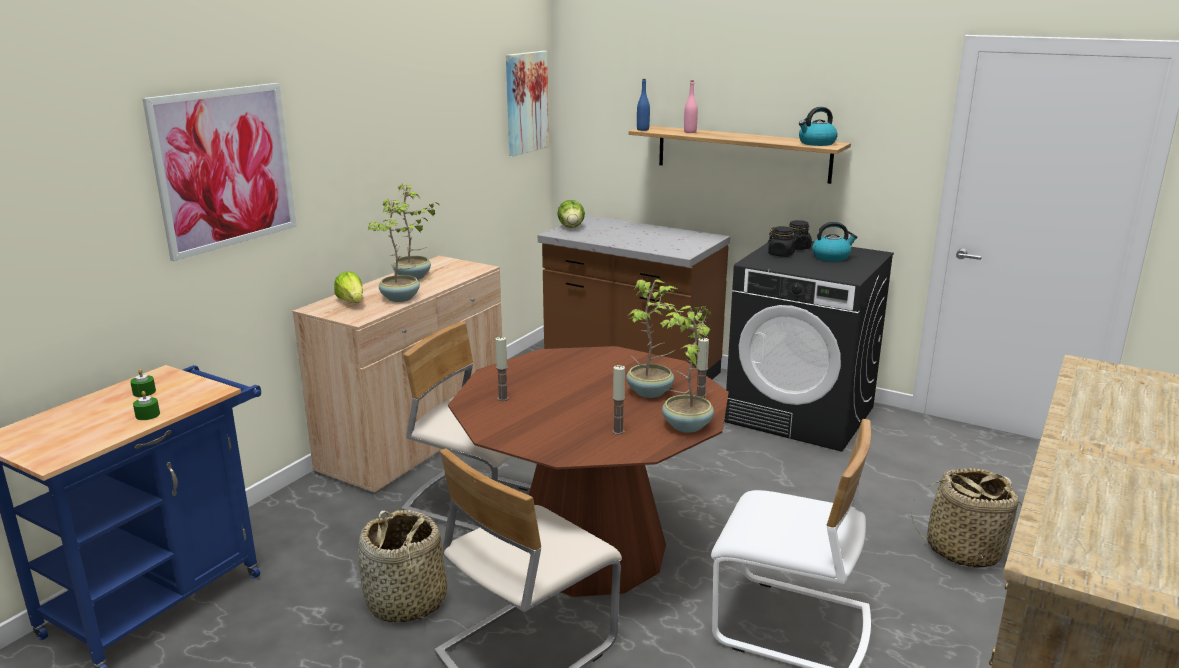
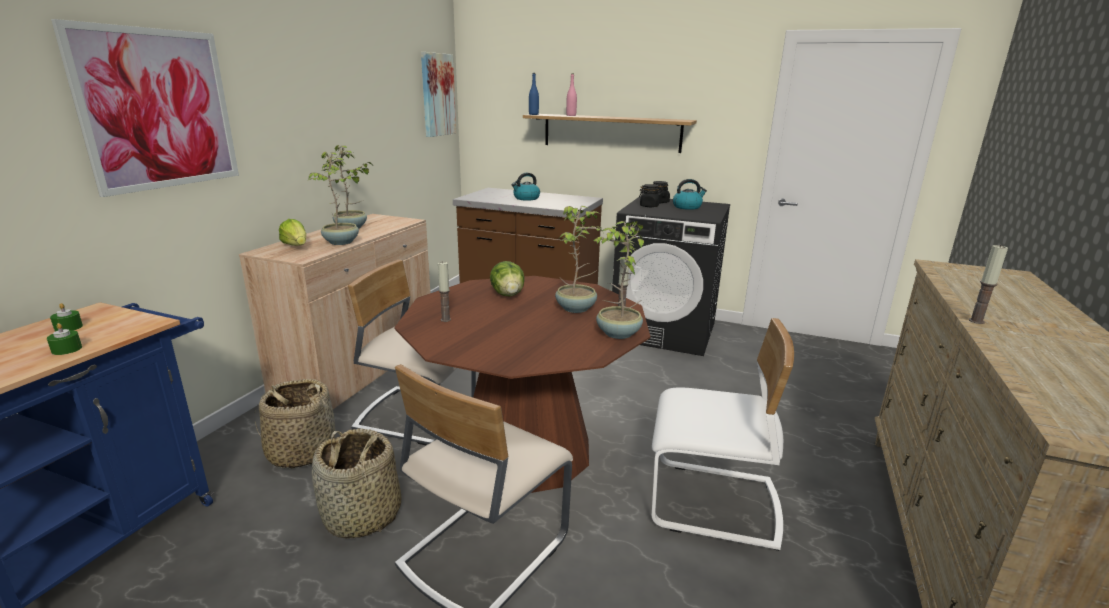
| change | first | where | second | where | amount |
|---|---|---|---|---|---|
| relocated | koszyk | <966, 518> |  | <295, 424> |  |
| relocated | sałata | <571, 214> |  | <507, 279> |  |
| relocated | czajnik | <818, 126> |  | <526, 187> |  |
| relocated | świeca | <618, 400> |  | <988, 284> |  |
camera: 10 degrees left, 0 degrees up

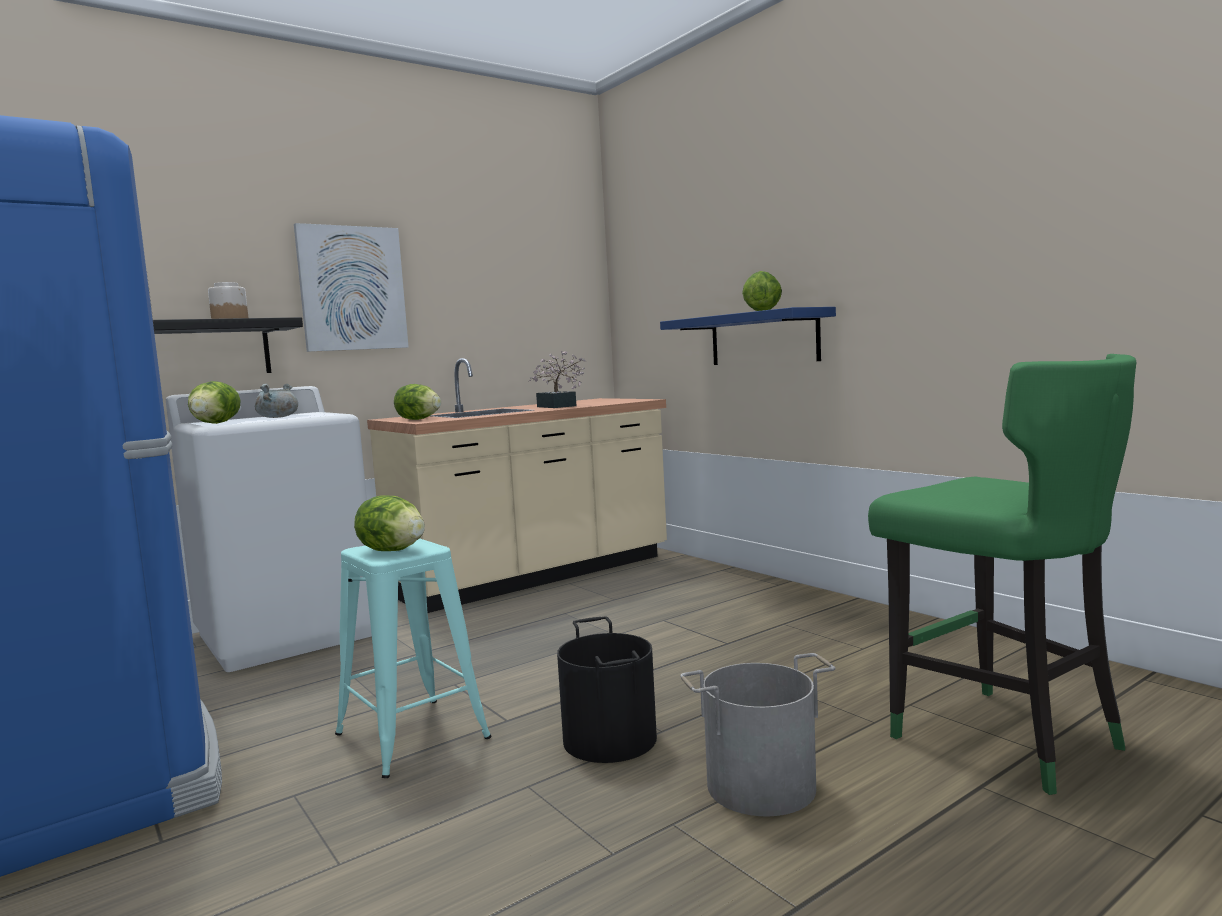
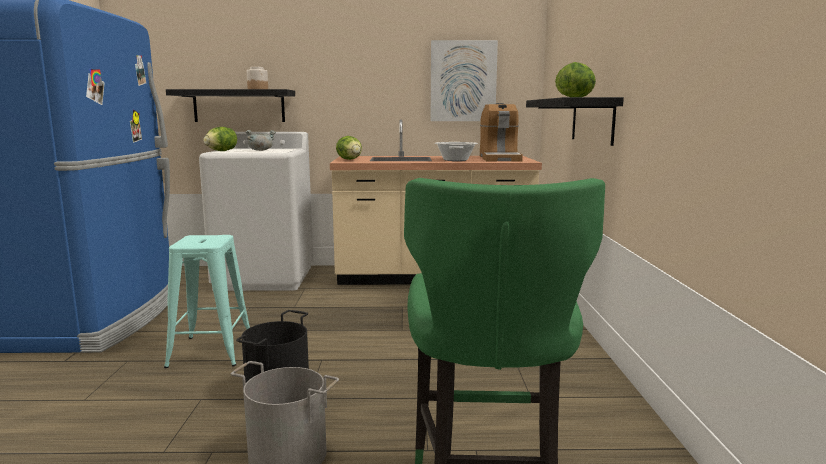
| change | first | where | second | where | amount |
|---|---|---|---|---|---|
| relocated | obraz | <351, 287> |  | <464, 80> |  |
| exchanged | roślina doniczkowa | <557, 379> | garnek | <456, 151> |  |
| appeared |  |  | ekspres do kawy | <501, 132> |  |
| colour | półka [niebieski] | <748, 336> | półka [czarny] | <575, 121> |  |
| missing | sałata | <389, 523> |  |  |  |
camera: 35 degrees right, 5 degrees up

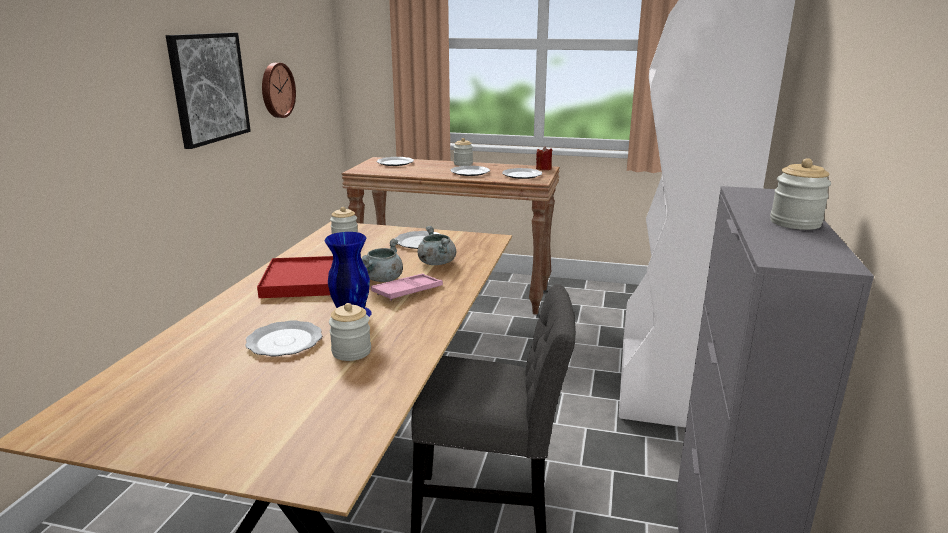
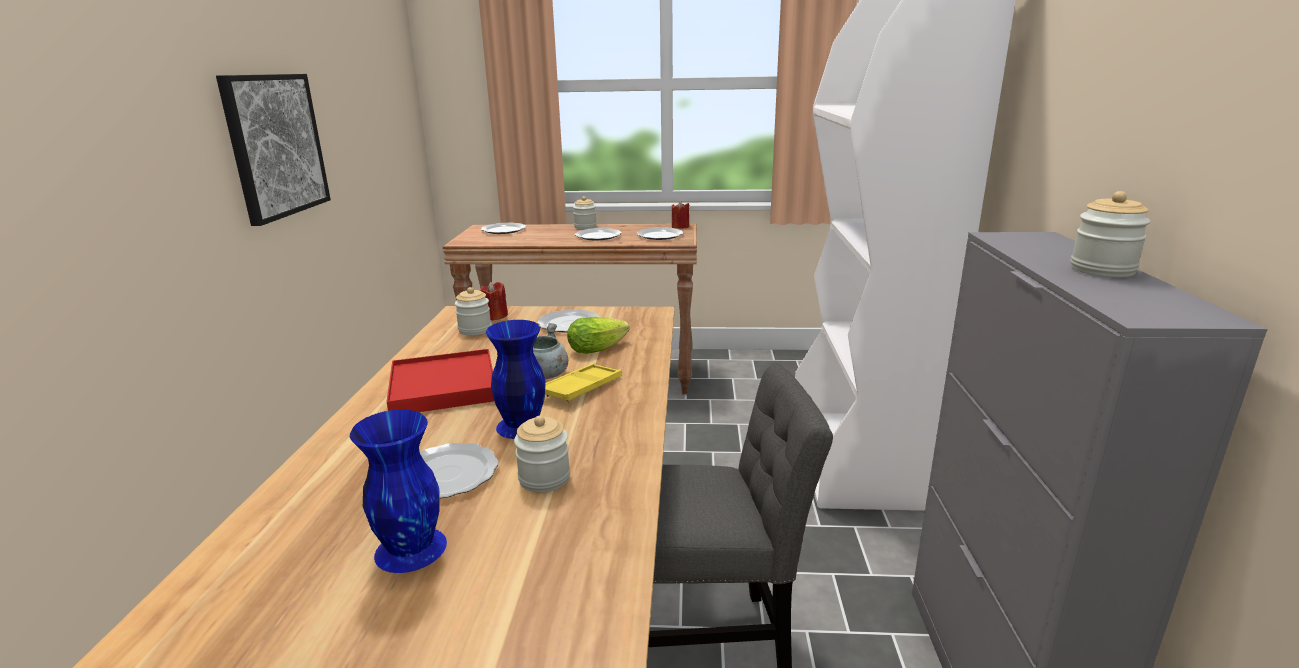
| change | first | where | second | where | amount |
|---|---|---|---|---|---|
| appeared |  |  | wazon [niebieski] | <398, 491> |  |
| appeared |  |  | świeca [czerwony] | <494, 301> |  |
| colour | taca [różowy] | <407, 287> | taca [żółty] | <583, 383> |  |
| exchanged | garnek [szary] | <437, 245> | sałata | <598, 335> |  |
| missing | zegar ścienny | <279, 90> |  |  |  |
camera: 10 degrees left, 0 degrees up

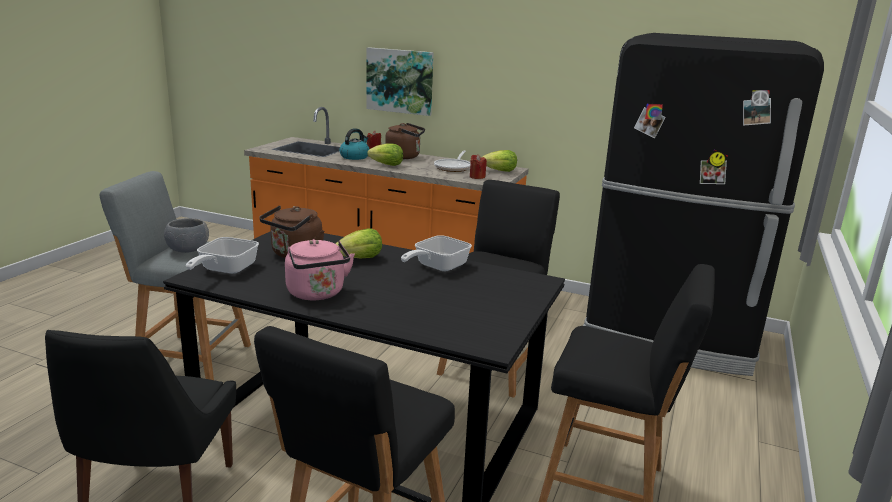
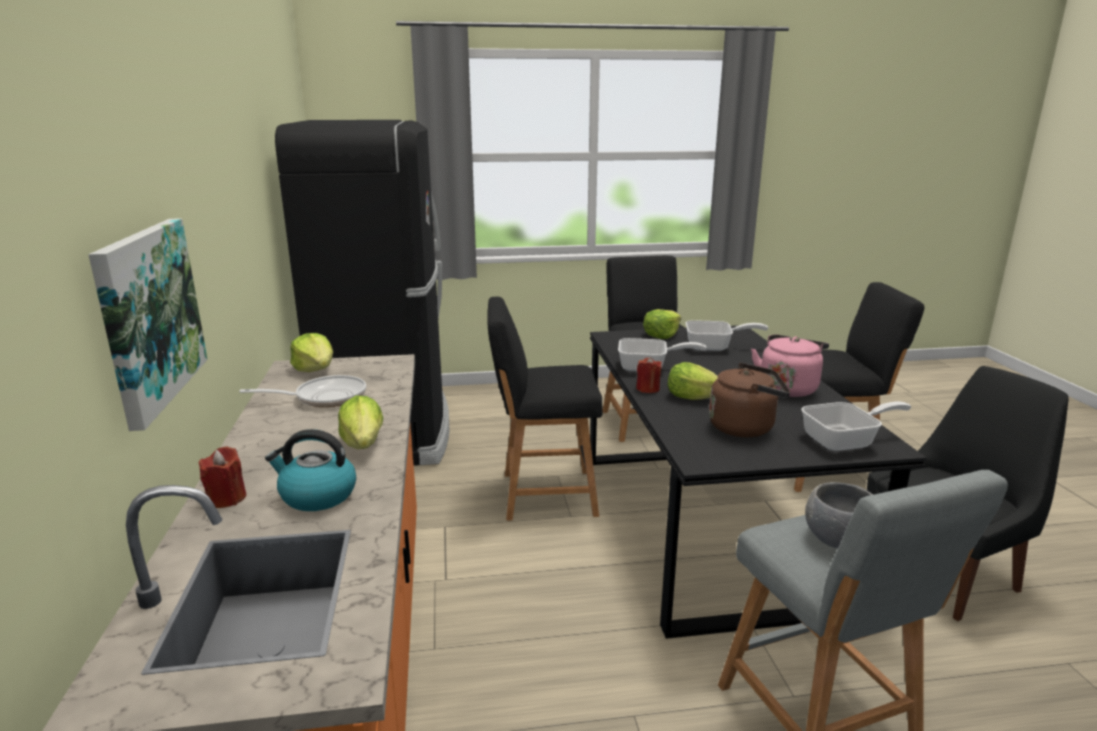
| change | first | where | second | where | amount |
|---|---|---|---|---|---|
| relocated | świeca [czerwony] | <478, 167> |  | <649, 375> |  |
| appeared |  |  | sałata | <662, 324> |  |
| appeared |  |  | patelnia | <727, 335> |  |
| missing | czajnik [brązowy] | <405, 141> |  |  |  |
camera: 120 degrees left, 0 degrees up

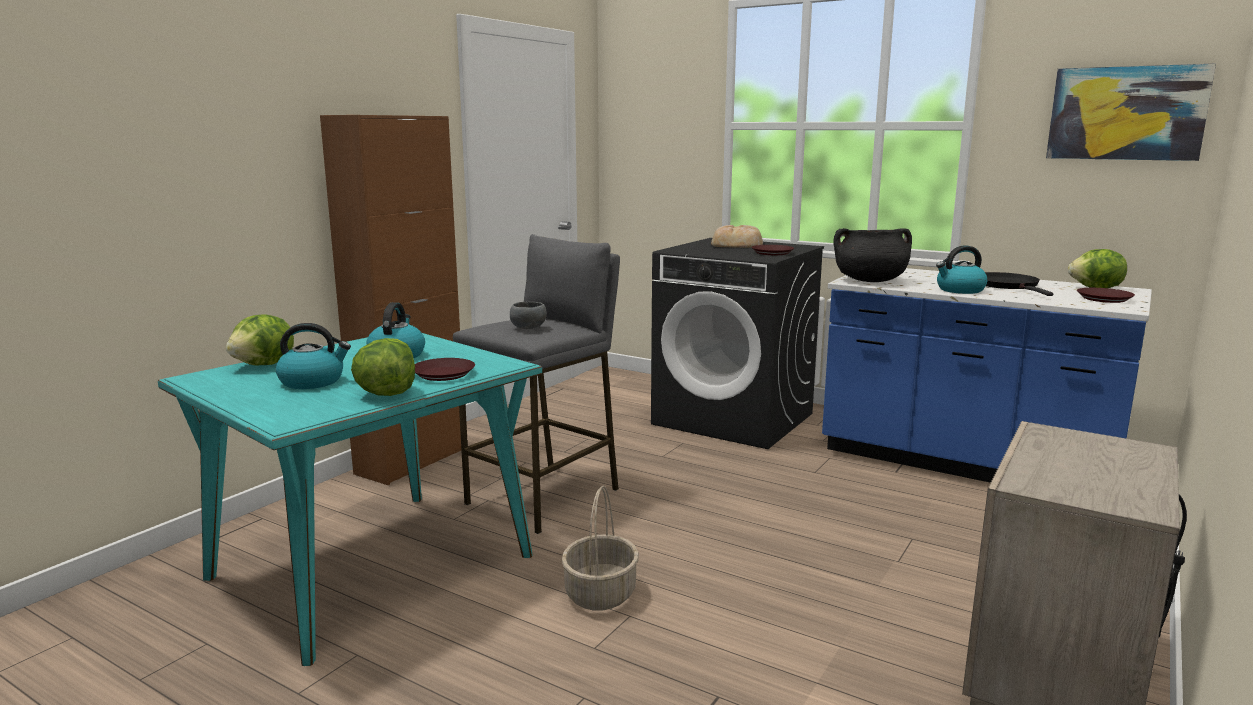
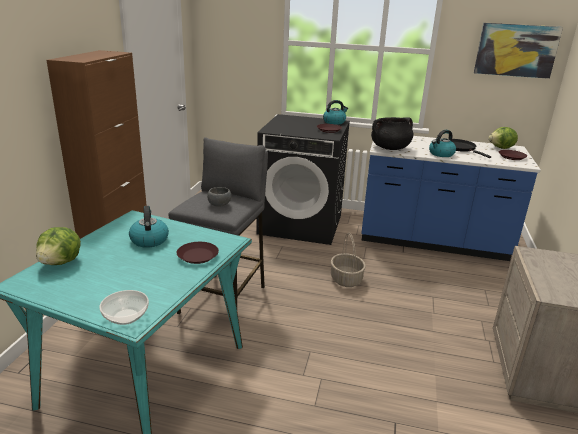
| change | first | where | second | where | amount |
|---|---|---|---|---|---|
| appeared |  |  | miska | <124, 307> |  |
| relocated | czajnik | <313, 356> |  | <335, 112> |  |
| relocated | koszyk | <600, 548> |  | <348, 260> |  |
| missing | sałata | <383, 367> |  |  |  |
| missing | chleb | <737, 236> |  |  |  |
camera: 20 degrees left, 10 degrees up

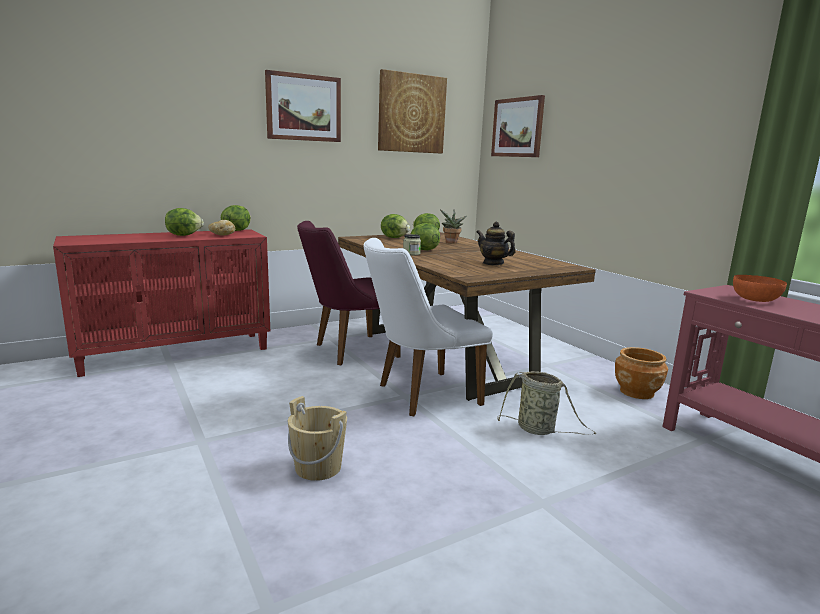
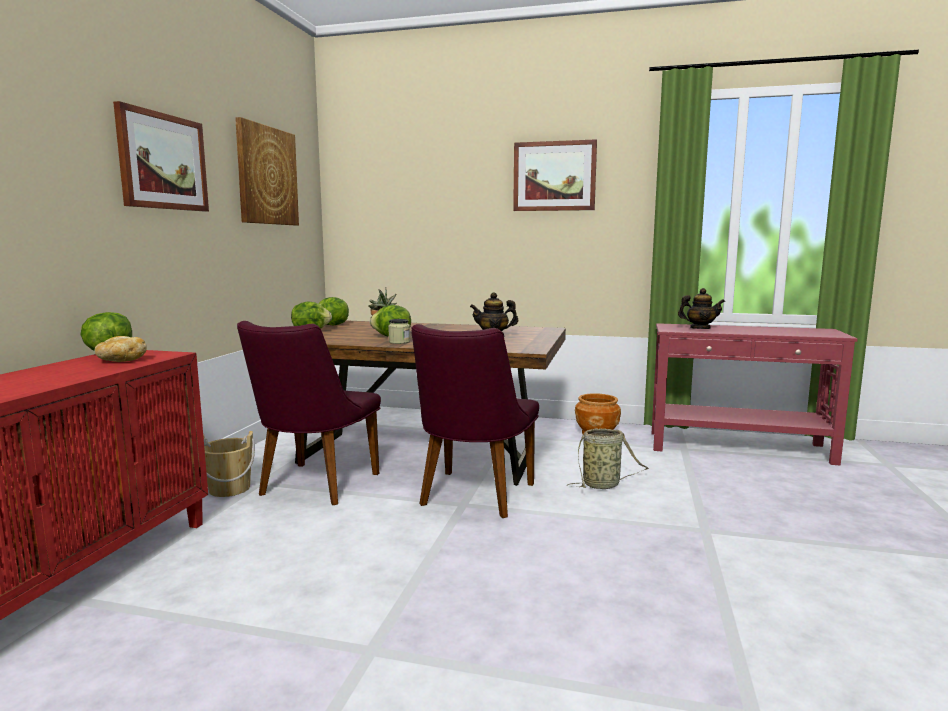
| change | first | where | second | where | amount |
|---|---|---|---|---|---|
| relocated | wiadro [beżowy] | <317, 438> |  | <229, 464> |  |
| colour | krzesło [biały] | <428, 327> | krzesło [fioletowy] | <475, 421> |  |
| relocated | obraz | <518, 126> |  | <555, 175> |  |
| exchanged | miska [pomarańczowy] | <760, 288> | imbryk | <701, 308> |  |
| missing | sałata | <184, 222> |  |  |  |
camera: 45 degrees left, 5 degrees down

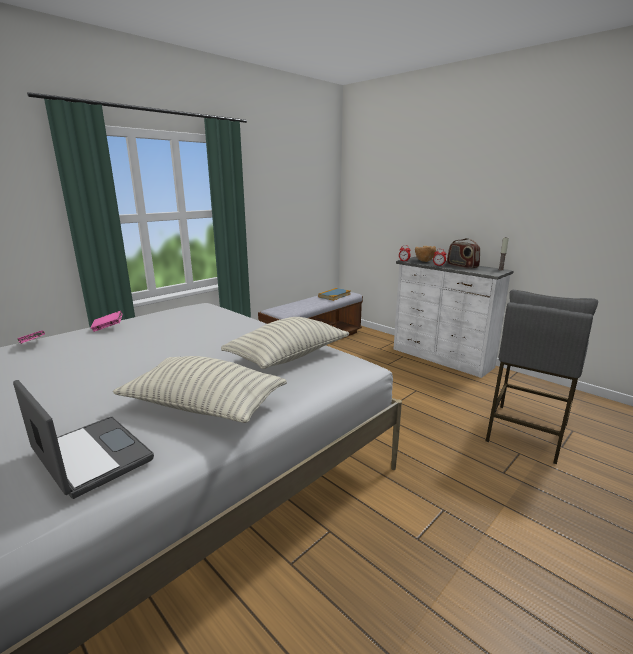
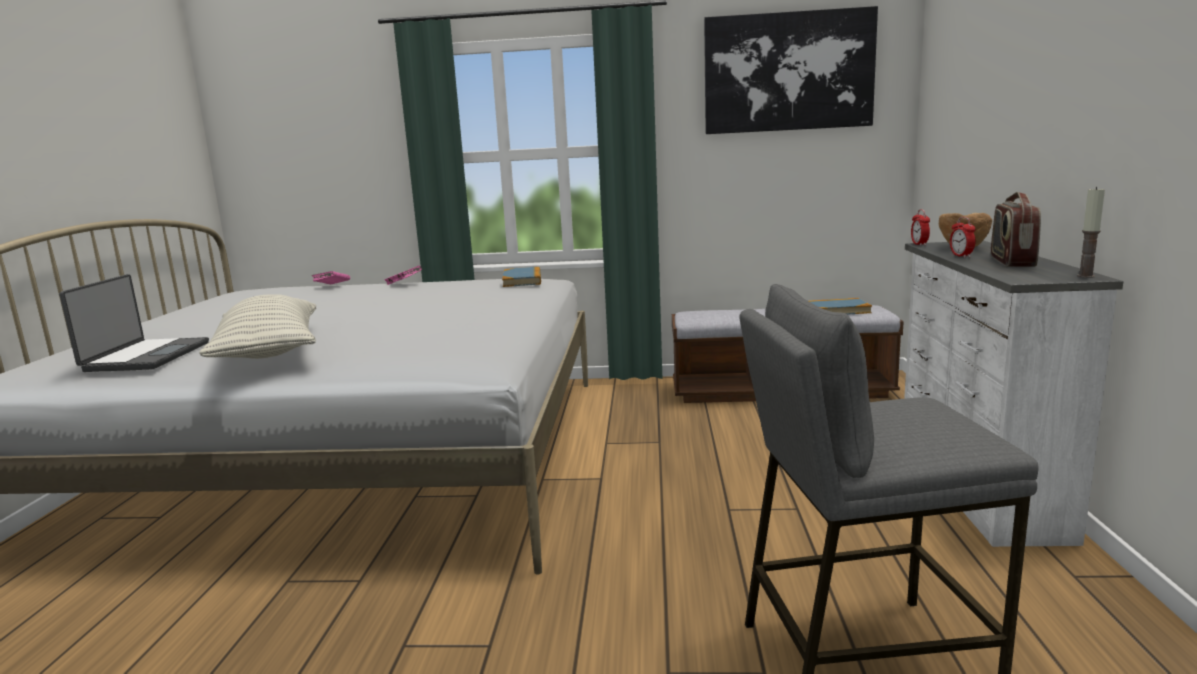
| change | first | where | second | where | amount |
|---|---|---|---|---|---|
| appeared |  |  | książka | <521, 277> |  |
| appeared |  |  | obraz | <791, 70> |  |
| missing | poduszka | <285, 343> |  |  |  |
camera: 50 degrees right, 5 degrees down

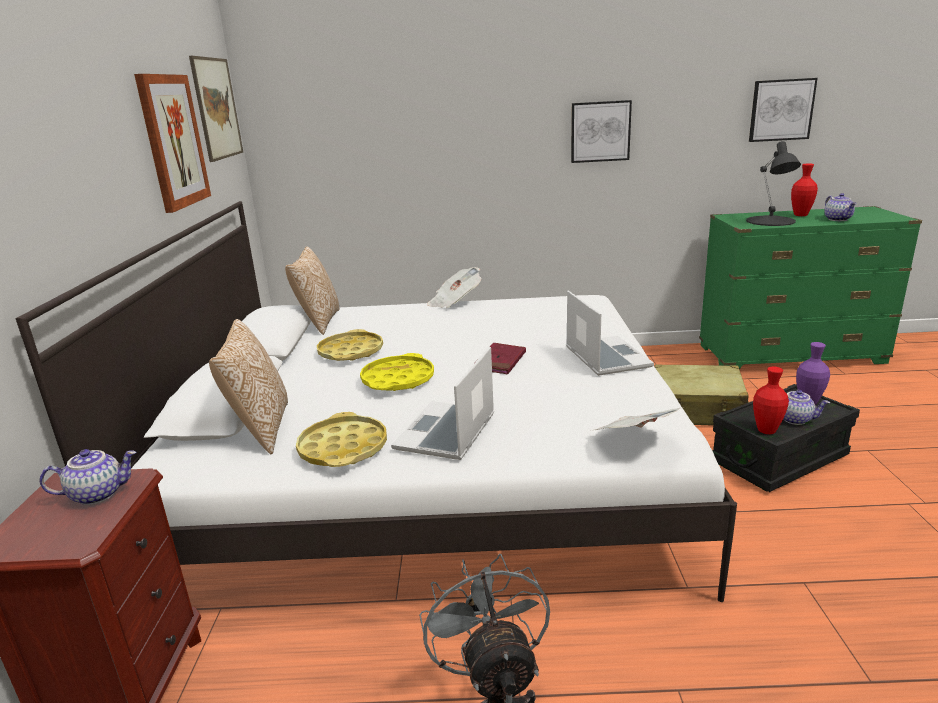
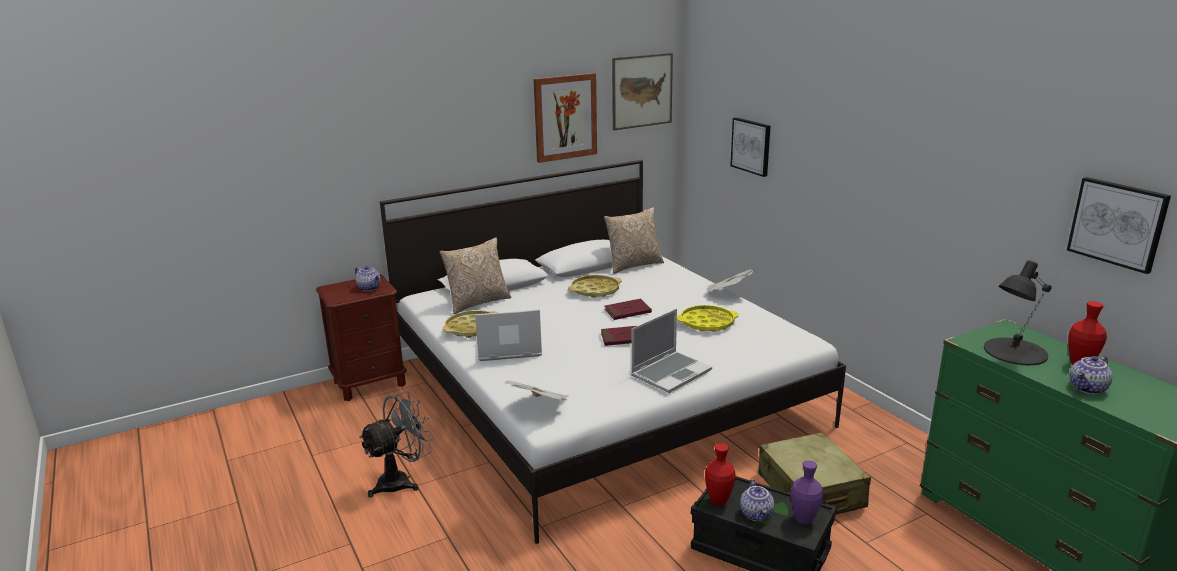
| change | first | where | second | where | amount |
|---|---|---|---|---|---|
| appeared |  |  | książka [czerwony] | <628, 309> |  |
| relocated | taca [żółty] | <397, 372> |  | <708, 318> |  |
| relocated | obraz | <601, 131> |  | <750, 147> |  |
camera: 60 degrees right, 0 degrees up

